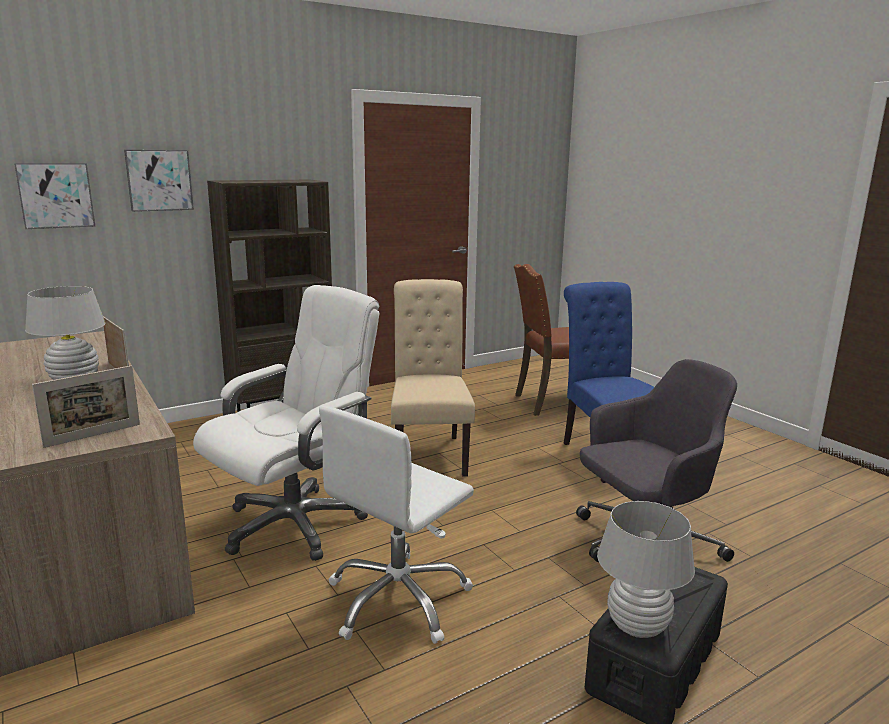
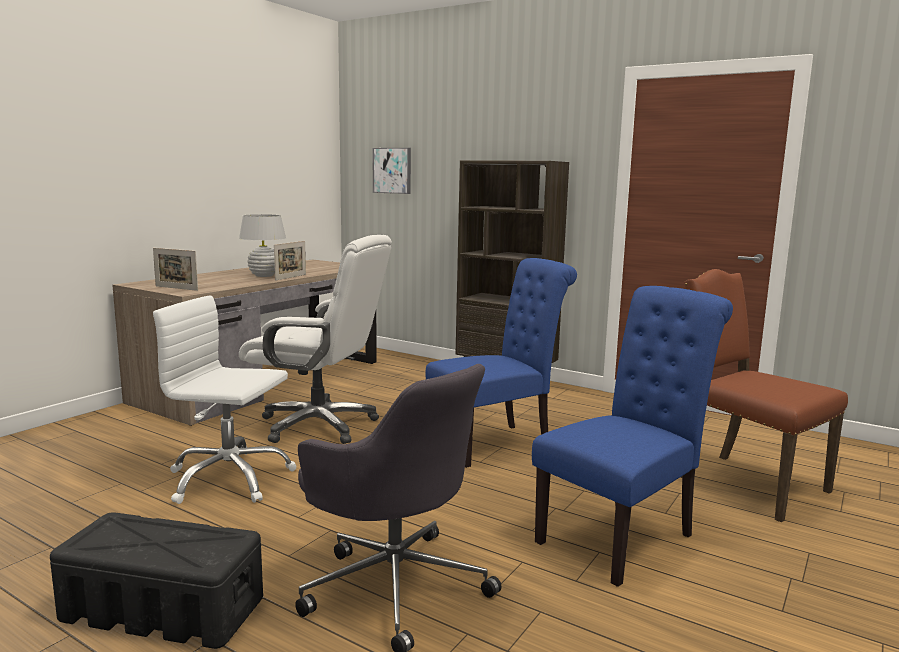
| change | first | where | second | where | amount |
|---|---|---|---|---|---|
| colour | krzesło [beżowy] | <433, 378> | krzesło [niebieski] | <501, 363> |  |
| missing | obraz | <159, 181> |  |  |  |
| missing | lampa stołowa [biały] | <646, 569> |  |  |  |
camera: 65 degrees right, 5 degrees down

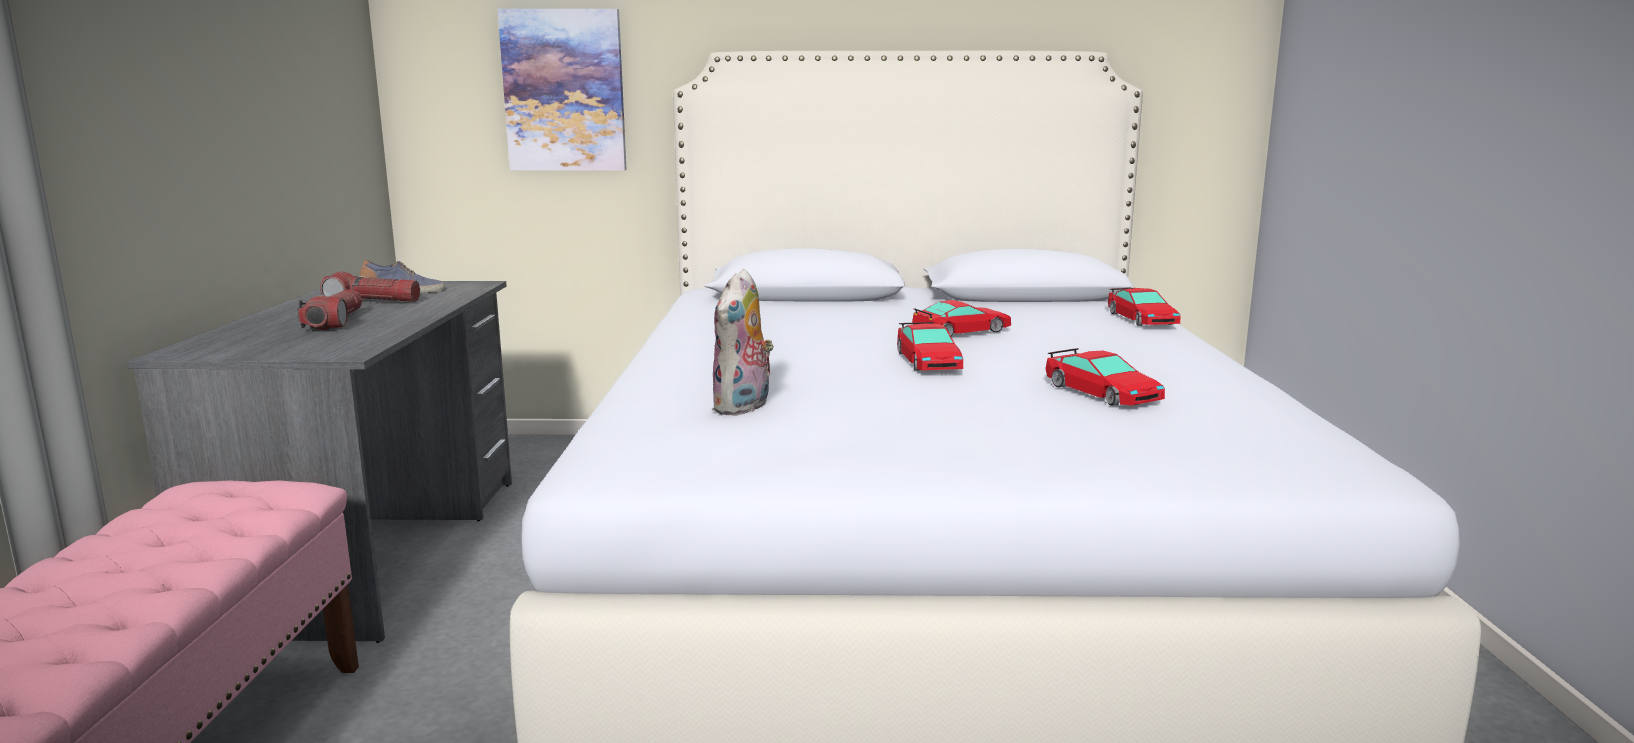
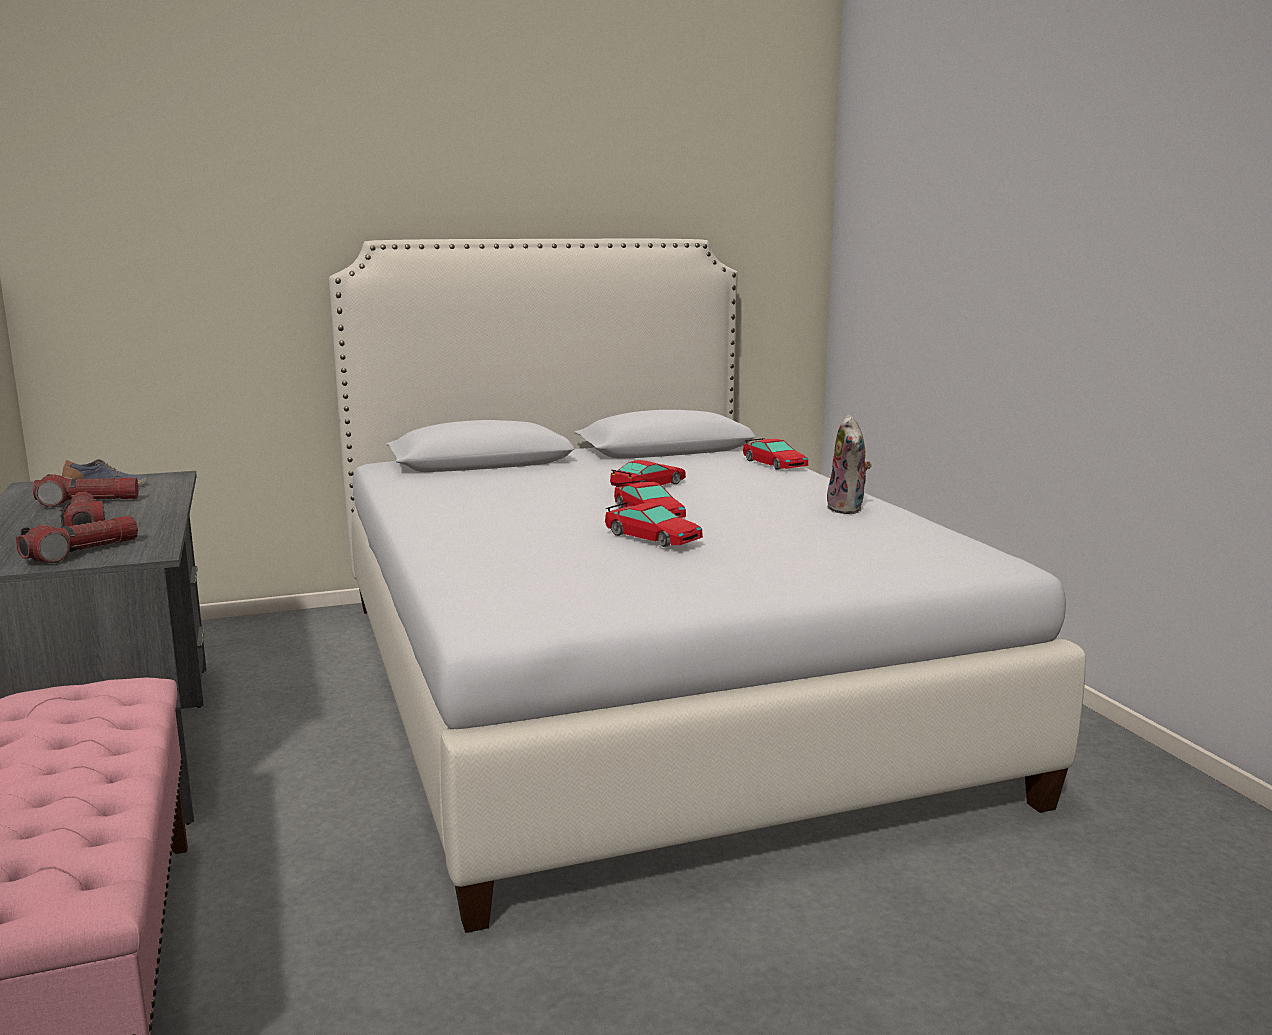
| change | first | where | second | where | amount |
|---|---|---|---|---|---|
| appeared |  |  | latarka | <77, 539> |  |
| relocated | samochodzik | <1105, 377> |  | <654, 524> |  |
| relocated | pluszak | <743, 342> |  | <849, 464> |  |
| missing | obraz | <562, 90> |  |  |  |
camera: 20 degrees left, 0 degrees up

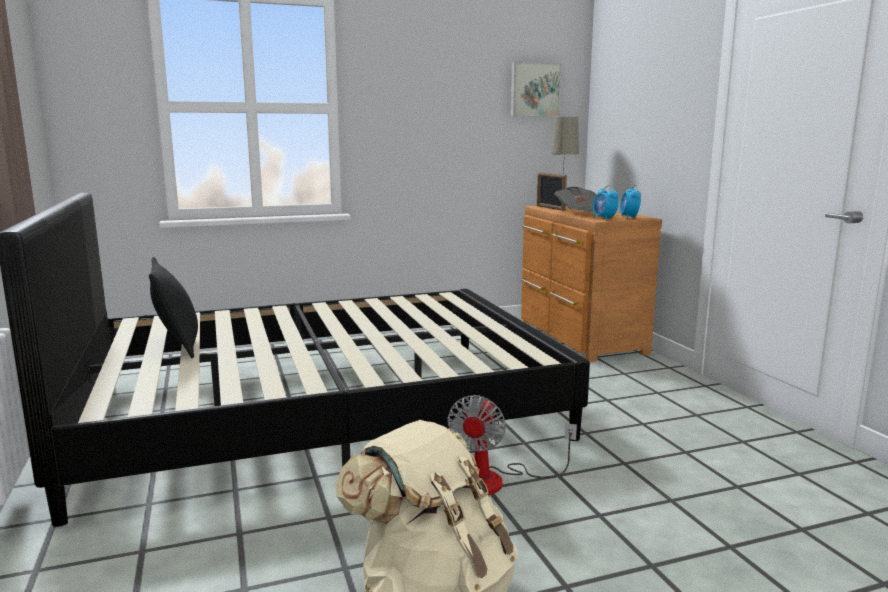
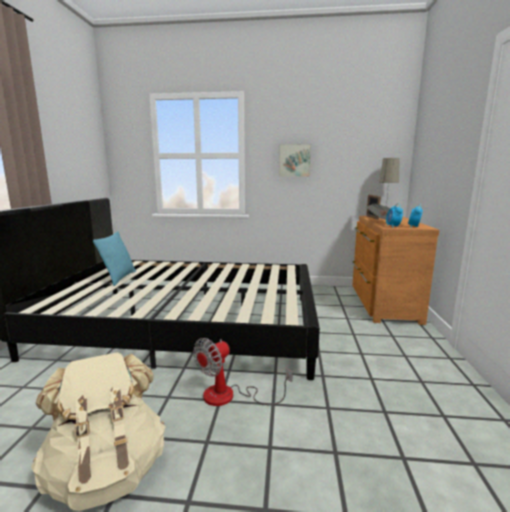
| change | first | where | second | where | amount |
|---|---|---|---|---|---|
| colour | poduszka [czarny] | <173, 307> | poduszka [turkusowy] | <114, 258> |  |
| relocated | obraz | <535, 89> |  | <295, 160> |  |
camera: 25 degrees right, 0 degrees up

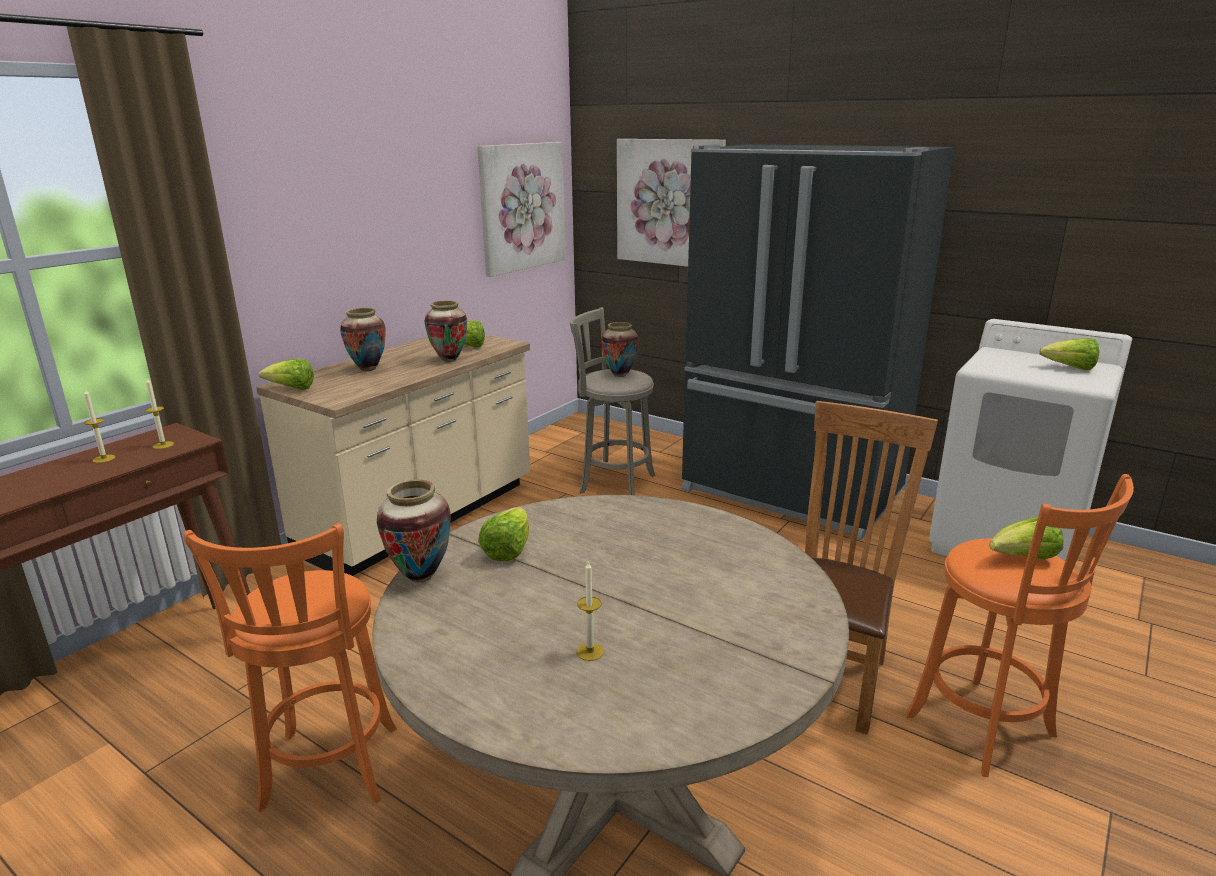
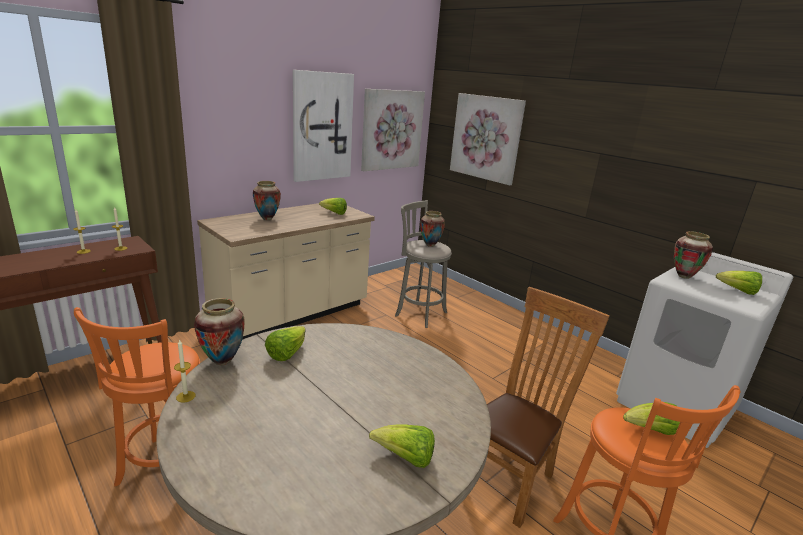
| change | first | where | second | where | amount |
|---|---|---|---|---|---|
| relocated | świeca | <590, 610> |  | <184, 371> |  |
| appeared |  |  | obraz | <323, 126> |  |
| relocated | sałata | <286, 374> |  | <402, 446> |  |
| relocated | wazon | <446, 331> |  | <693, 255> |  |
| missing | lodówka [czarny] | <818, 342> |  |  |  |
camera: 10 degrees right, 0 degrees up

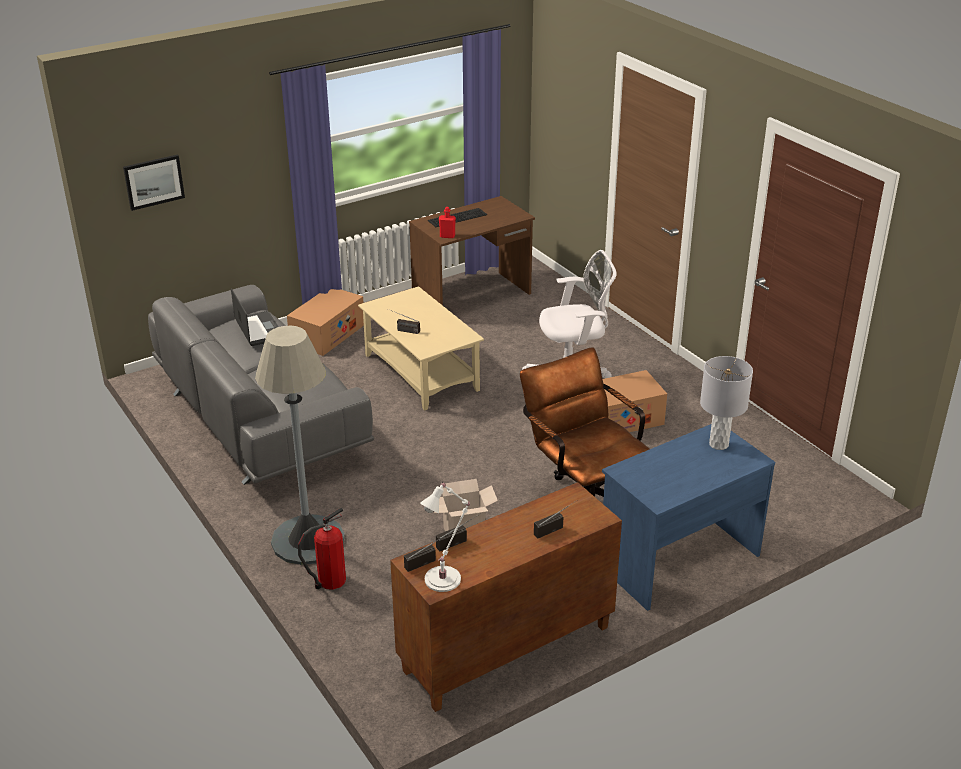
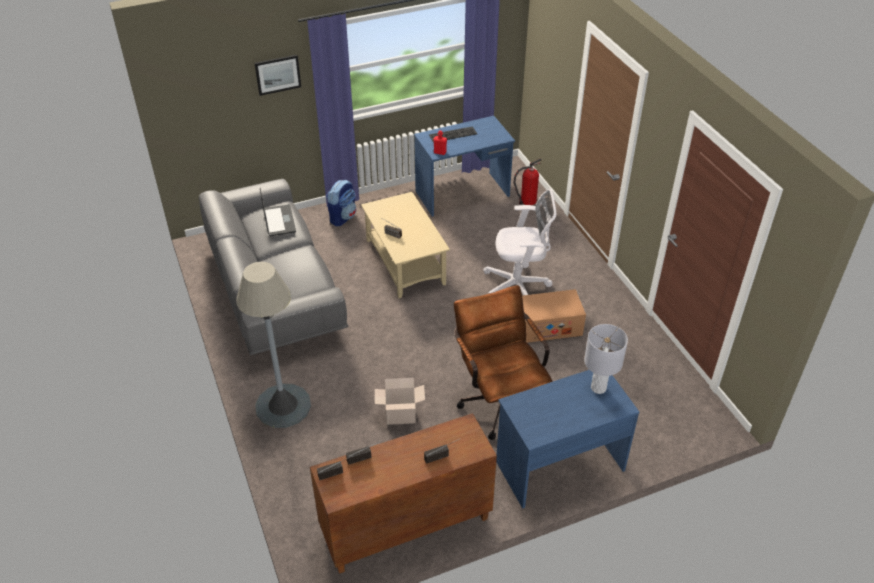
| change | first | where | second | where | amount |
|---|---|---|---|---|---|
| relocated | obraz | <154, 183> |  | <277, 75> |  |
| exchanged | karton | <325, 322> | plecak | <341, 203> |  |
| colour | biurko [brązowy] | <472, 250> | biurko [niebieski] | <464, 166> |  |
| relocated | gaśnica | <322, 549> |  | <527, 181> |  |
| missing | lampa stołowa [biały] | <445, 536> |  |  |  |
camera: 10 degrees right, 10 degrees up

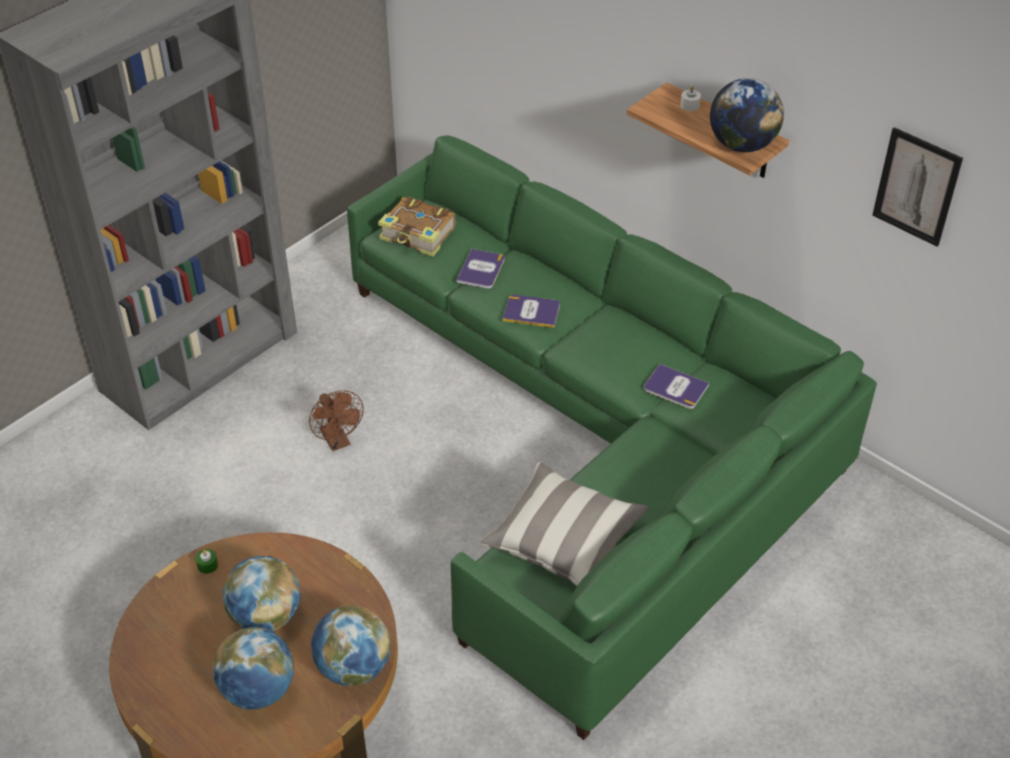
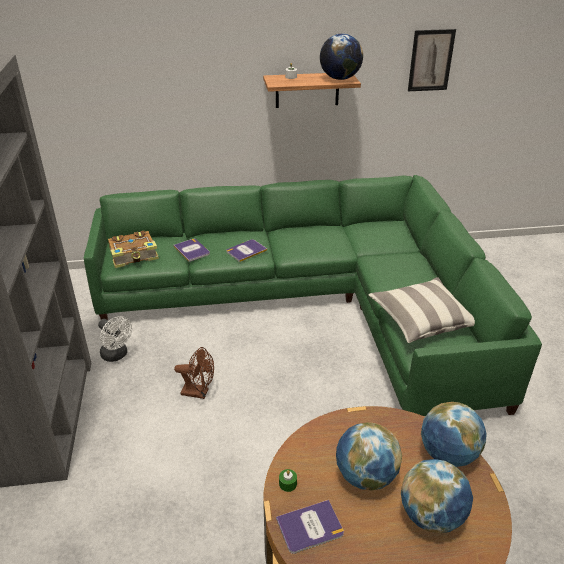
| change | first | where | second | where | amount |
|---|---|---|---|---|---|
| appeared |  |  | wentylator [biały] | <115, 339> |  |
| relocated | książka | <676, 386> |  | <310, 527> |  |
camera: 50 degrees left, 10 degrees down

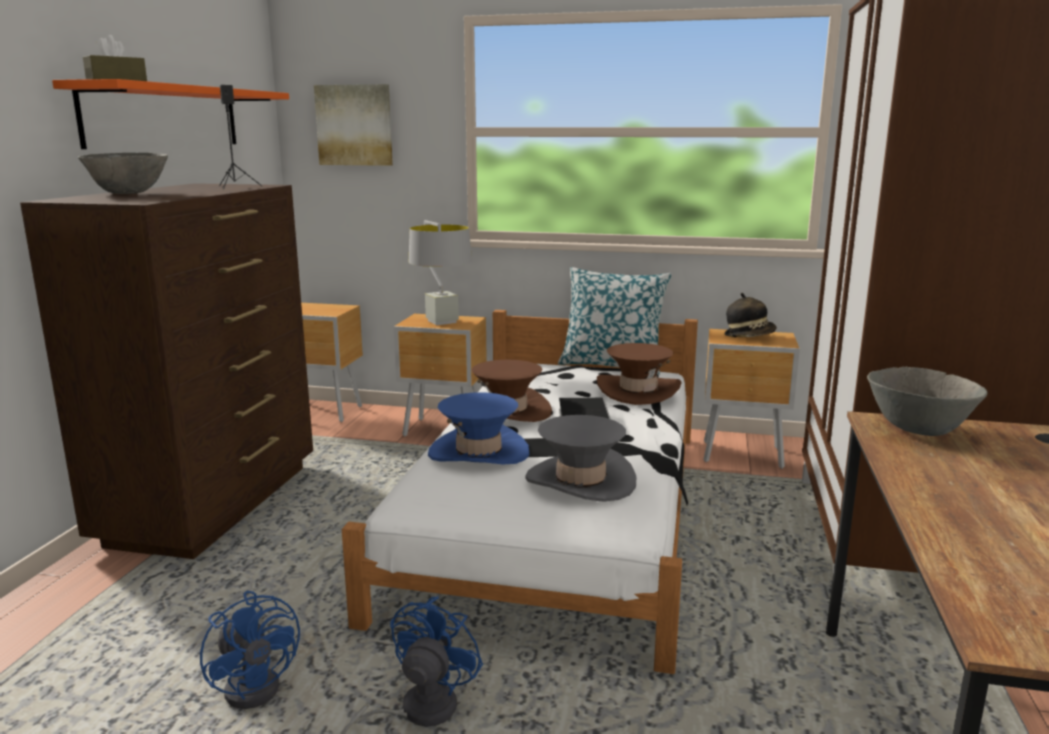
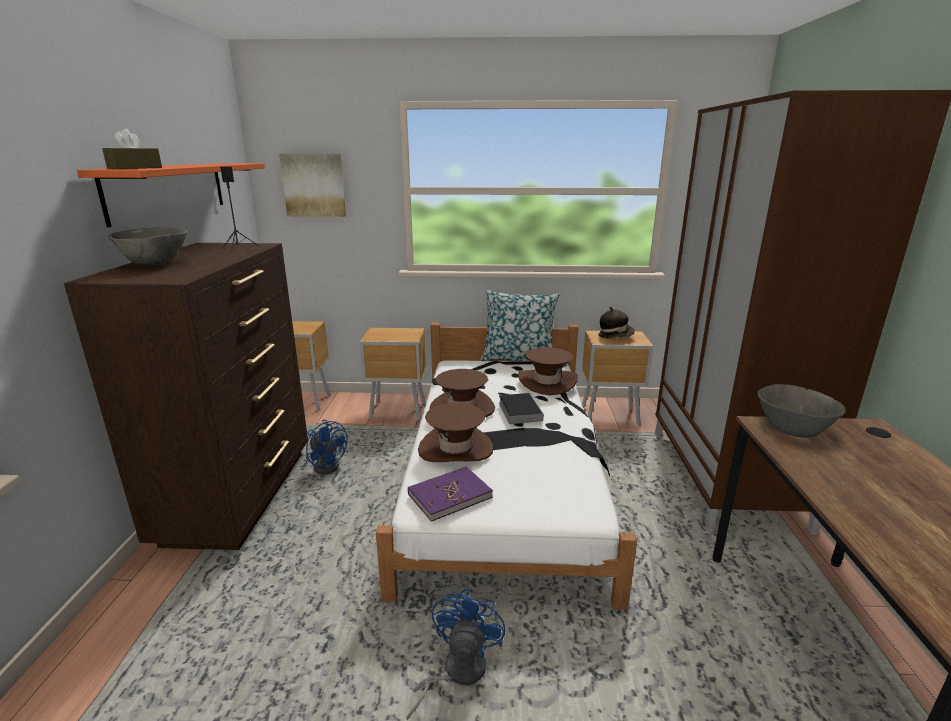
| change | first | where | second | where | amount |
|---|---|---|---|---|---|
| relocated | wentylator [niebieski] | <250, 650> |  | <327, 447> |  |
| appeared |  |  | książka [fioletowy] | <450, 494> |  |
| colour | kapelusz [niebieski] | <479, 428> | kapelusz [brązowy] | <455, 432> |  |
| missing | lampa stołowa [szary] | <440, 272> |  |  |  |
| missing | kapelusz [szary] | <580, 458> |  |  |  |
camera: 10 degrees left, 5 degrees up

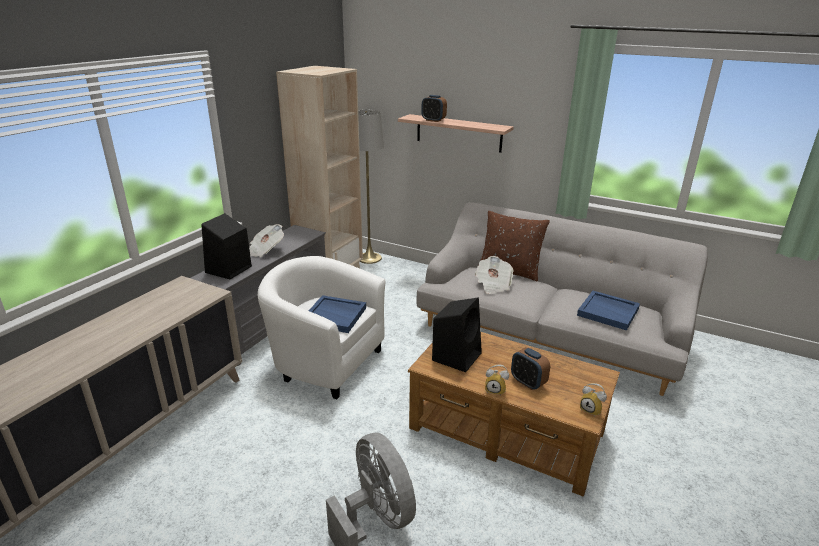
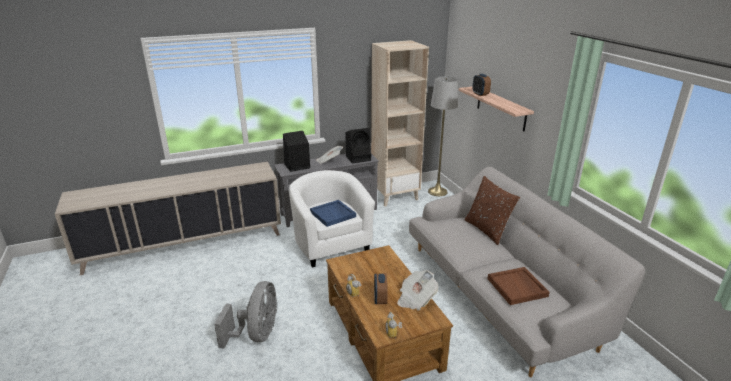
| change | first | where | second | where | amount |
|---|---|---|---|---|---|
| relocated | głośnik [czarny] | <457, 334> |  | <358, 146> |  |
| relocated | gazeta | <494, 275> |  | <417, 291> |  |
| colour | taca [niebieski] | <608, 311> | taca [brązowy] | <518, 286> |  |
camera: 40 degrees right, 0 degrees up

